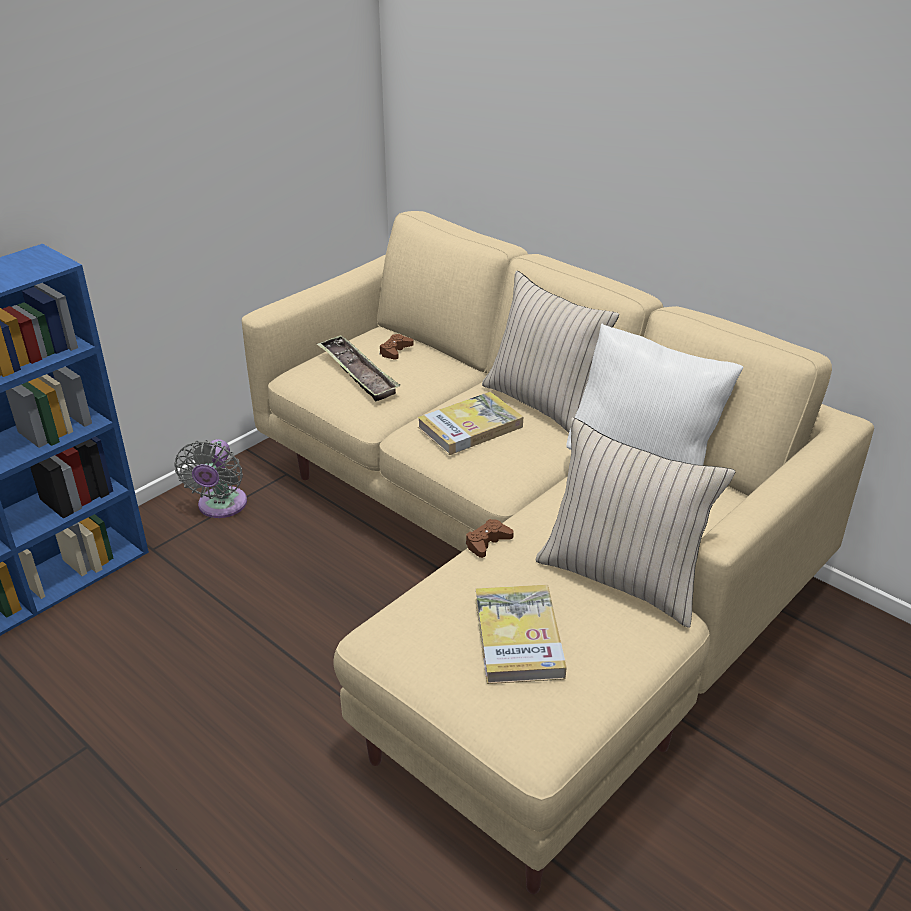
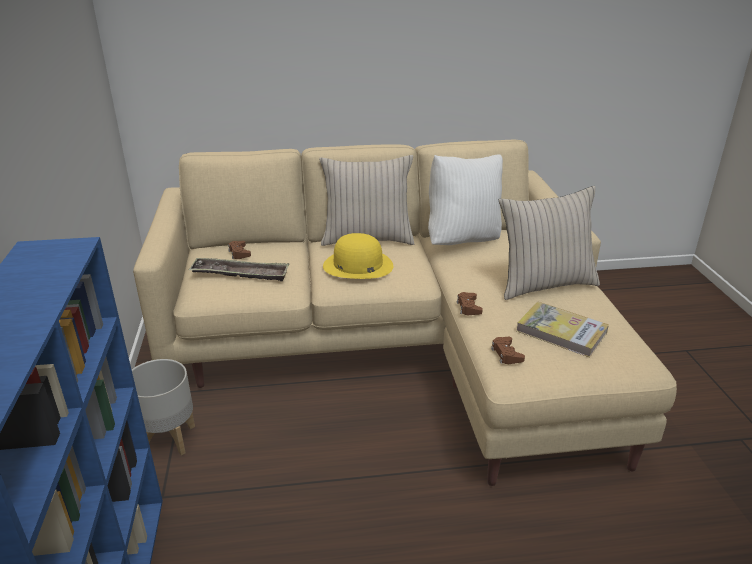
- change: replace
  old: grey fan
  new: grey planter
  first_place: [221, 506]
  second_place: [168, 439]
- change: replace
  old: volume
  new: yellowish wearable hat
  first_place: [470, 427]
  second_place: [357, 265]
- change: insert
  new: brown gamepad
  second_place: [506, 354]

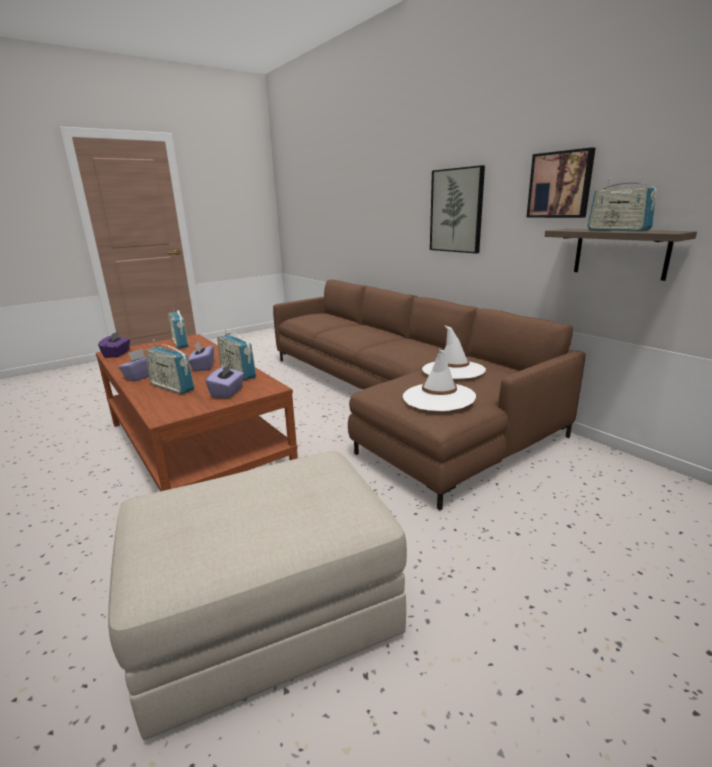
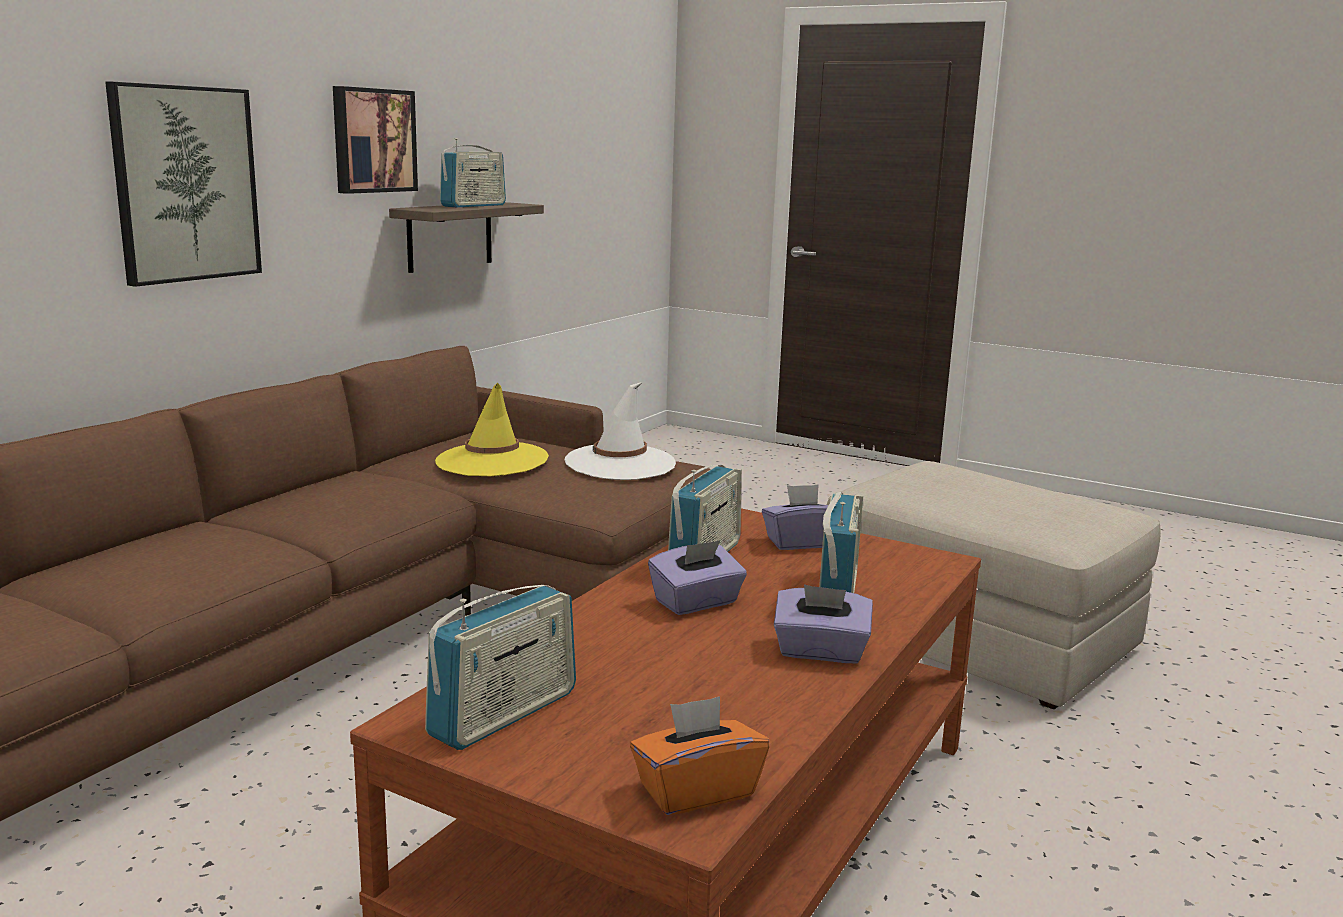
- change: recolor
  old: white wearable hat
  new: yellowish wearable hat
  first_place: [453, 370]
  second_place: [492, 460]
- change: recolor
  old: purple-coloured tissue holder
  new: orangey tissue holder
  first_place: [117, 354]
  second_place: [696, 791]

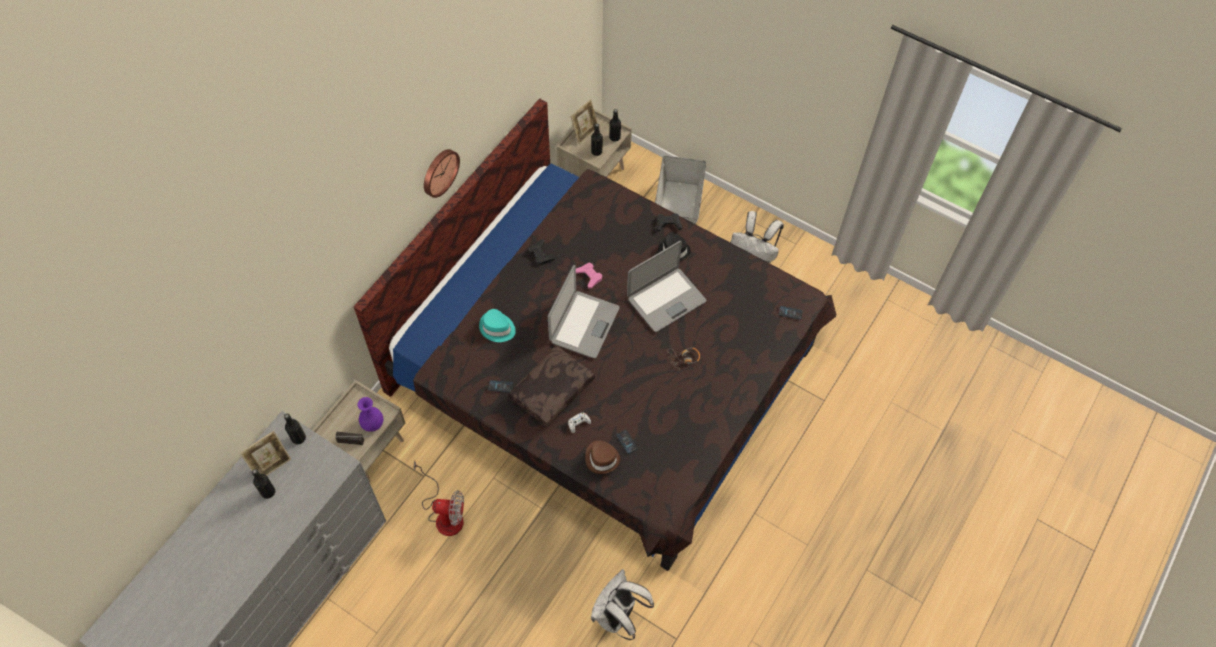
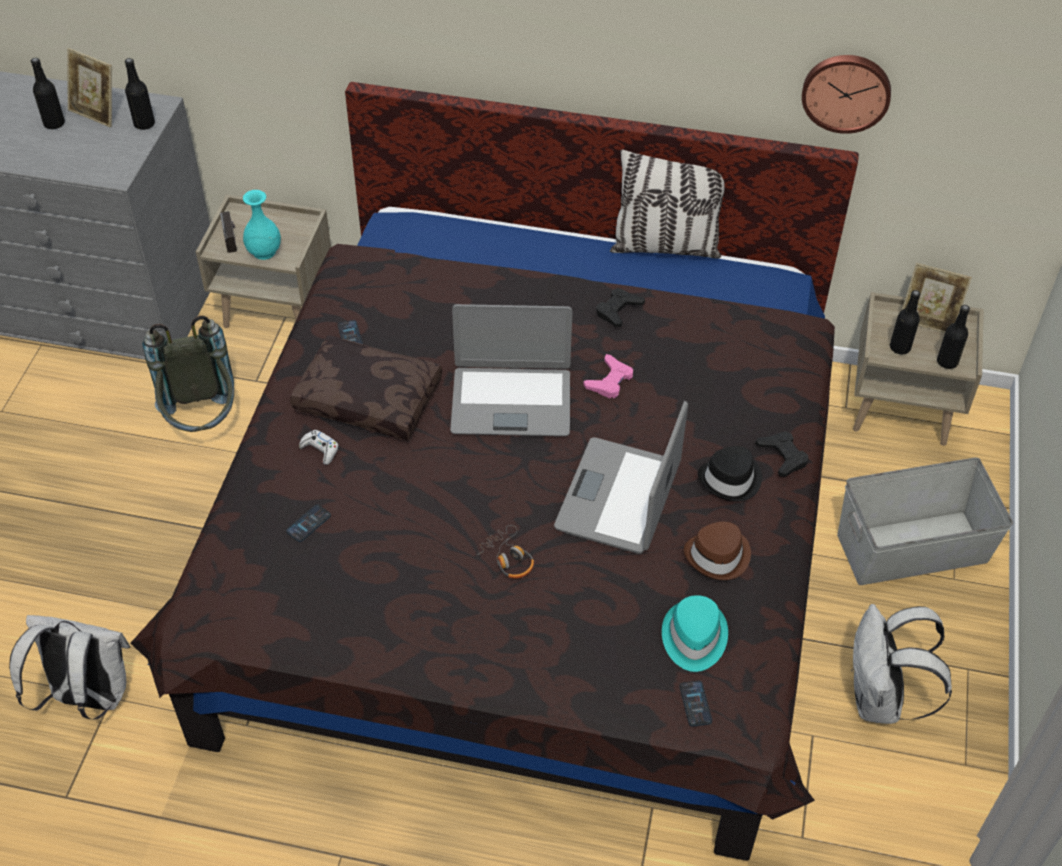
- change: replace
  old: fan
  new: grey backpack
  first_place: [444, 514]
  second_place: [203, 423]
- change: recolor
  old: purple-coloured flower vase
  new: turquoise-coloured flower vase
  first_place: [373, 424]
  second_place: [264, 252]
- change: rotate
  old: laptop
  first_place: [666, 299]
  second_place: [619, 497]
  degrees: 75
- change: insert
  new: cushion
  second_place: [665, 246]
- change: move
  old: turquoise-coloured wearable hat
  first_place: [497, 328]
  second_place: [693, 637]
- change: move
  old: brown wearable hat
  first_place: [602, 458]
  second_place: [718, 556]
- change: move
  old: wall clock
  first_place: [439, 172]
  second_place: [846, 91]

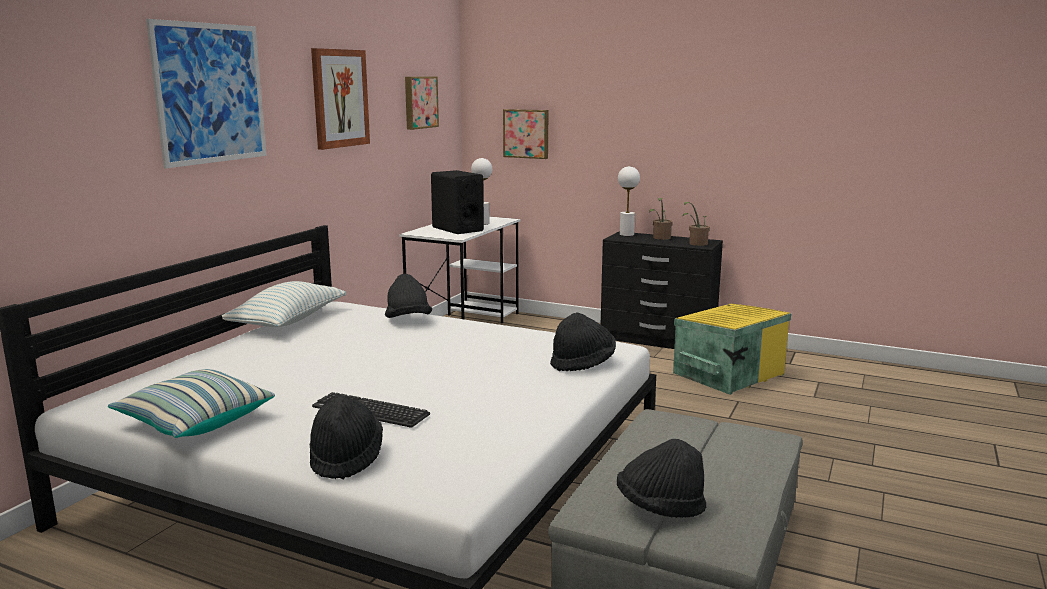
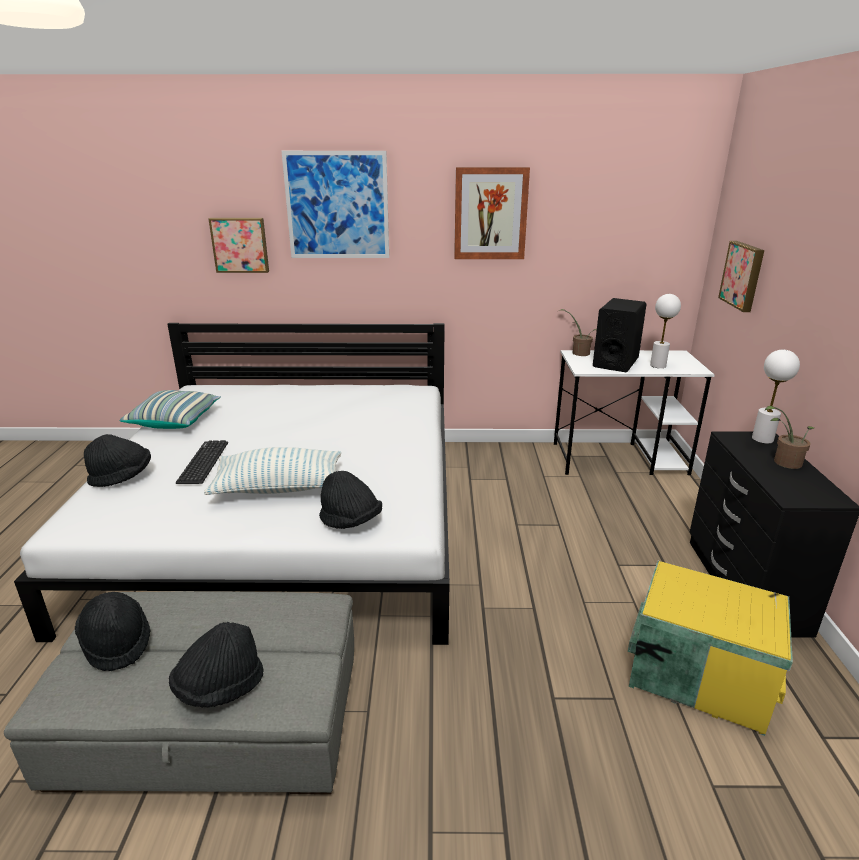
- change: move
  old: black wearable hat
  first_place: [408, 320]
  second_place: [220, 687]
- change: move
  old: cushion
  first_place: [288, 321]
  second_place: [279, 488]
- change: move
  old: wall picture
  first_place: [419, 102]
  second_place: [240, 245]
- change: move
  old: plant in a pot
  first_place: [696, 244]
  second_place: [578, 352]

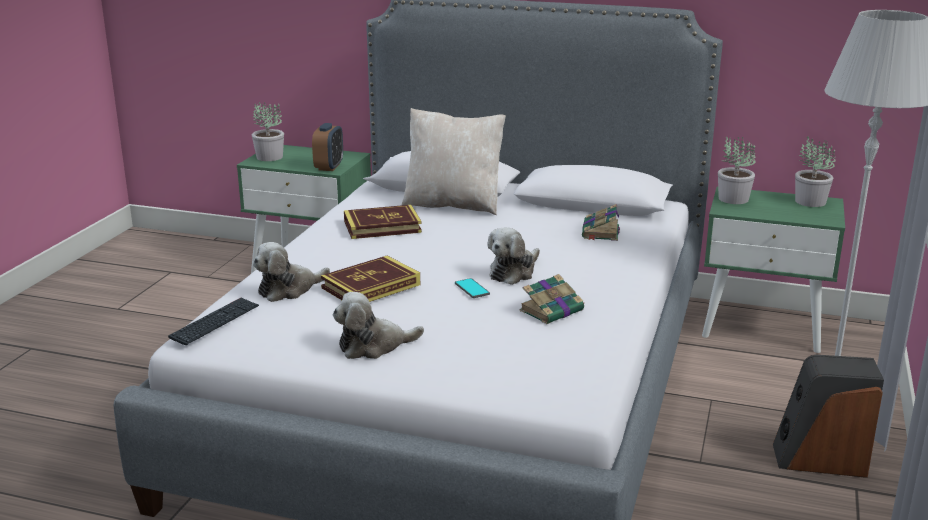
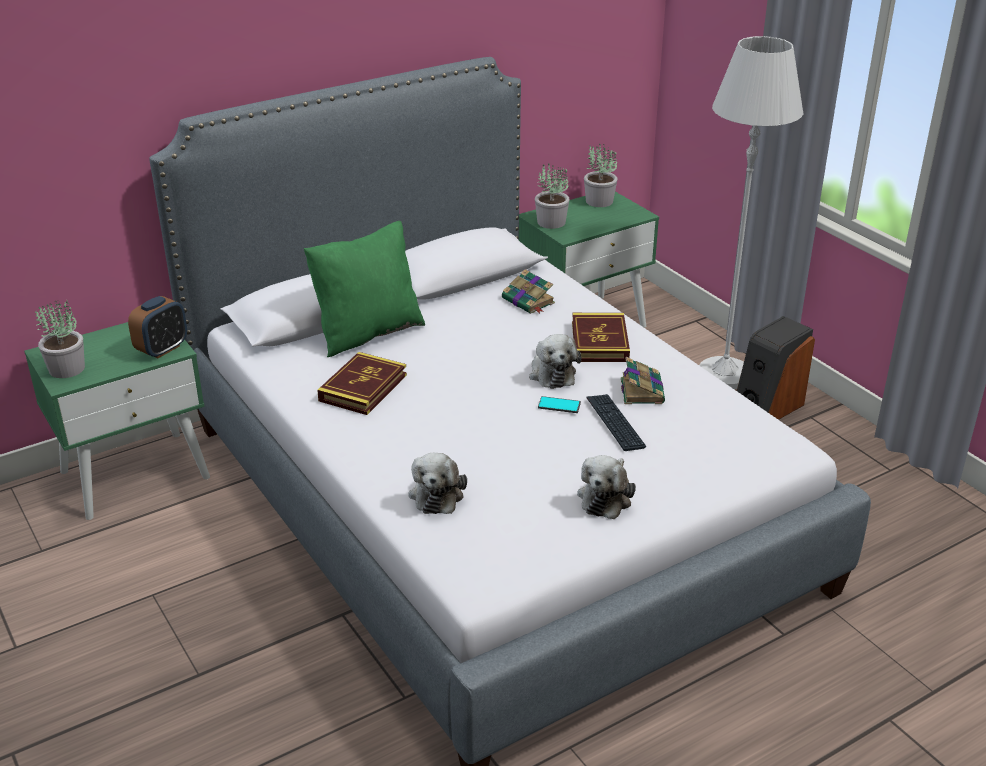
- change: rotate
  old: bedside clock
  first_place: [329, 167]
  second_place: [162, 349]
  degrees: 75
- change: recolor
  old: beige-coloured cushion
  new: greenish cushion
  first_place: [453, 205]
  second_place: [367, 333]
- change: move
  old: volume
  first_place: [371, 286]
  second_place: [599, 342]
- change: move
  old: computer keyboard
  first_place: [215, 322]
  second_place: [615, 423]

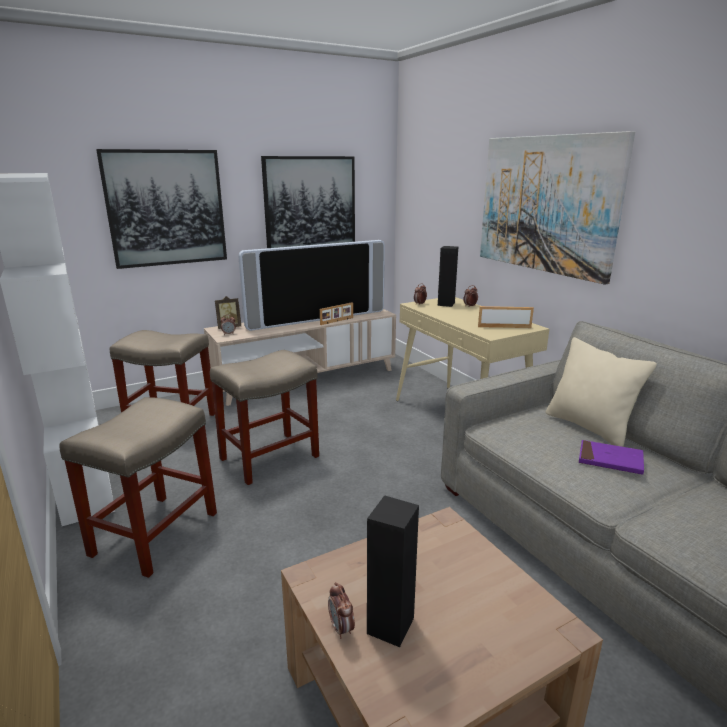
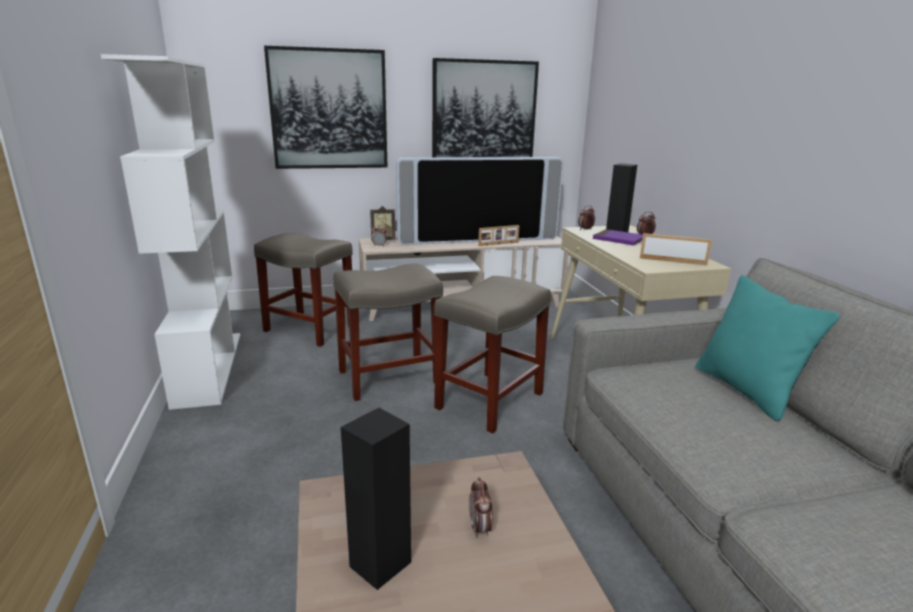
- change: move
  old: beige-coloured stool seat
  first_place: [154, 534]
  second_place: [489, 401]
- change: move
  old: bedside clock
  first_place: [341, 628]
  second_place: [480, 528]
- change: move
  old: purple-coloured volume
  first_place: [610, 460]
  second_place: [619, 240]
- change: recolor
  old: beige-coloured cushion
  new: turquoise-coloured cushion
  first_place: [589, 427]
  second_place: [746, 390]
- change: delete
  old: wall picture
  first_place: [546, 204]

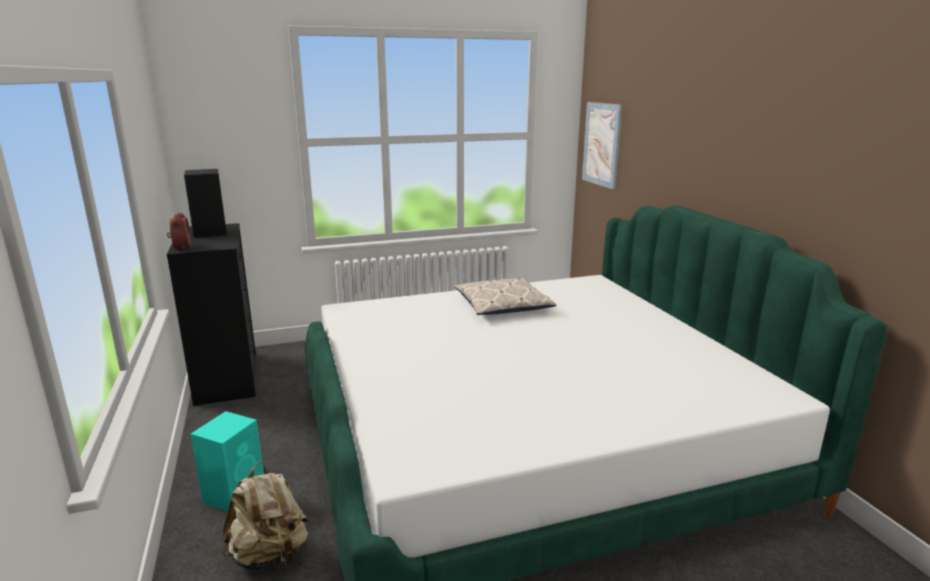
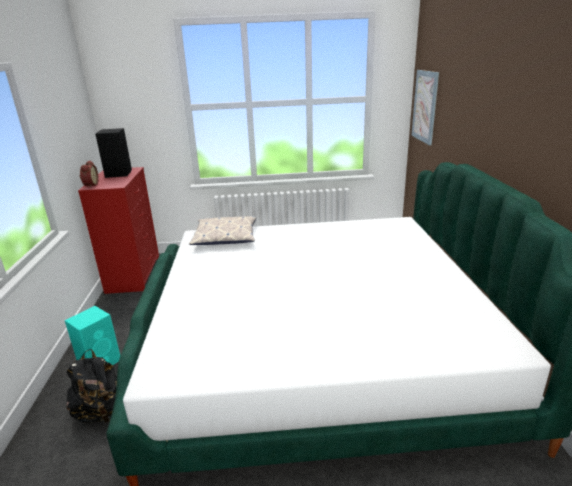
- change: recolor
  old: beige-coloured backpack
  new: black backpack
  first_place: [270, 555]
  second_place: [101, 412]
- change: recolor
  old: black drawer chest
  new: red-coloured drawer chest
  first_place: [227, 377]
  second_place: [134, 274]
- change: move
  old: cushion
  first_place: [503, 305]
  second_place: [225, 237]

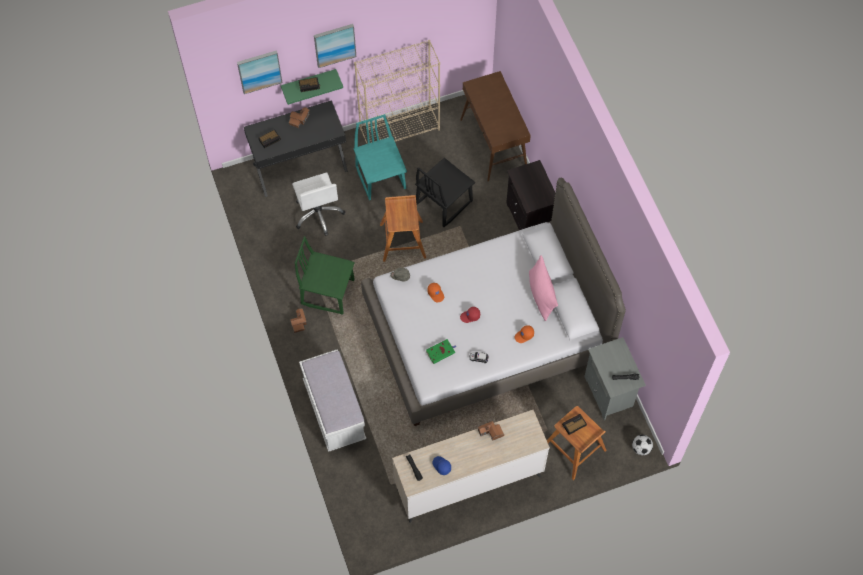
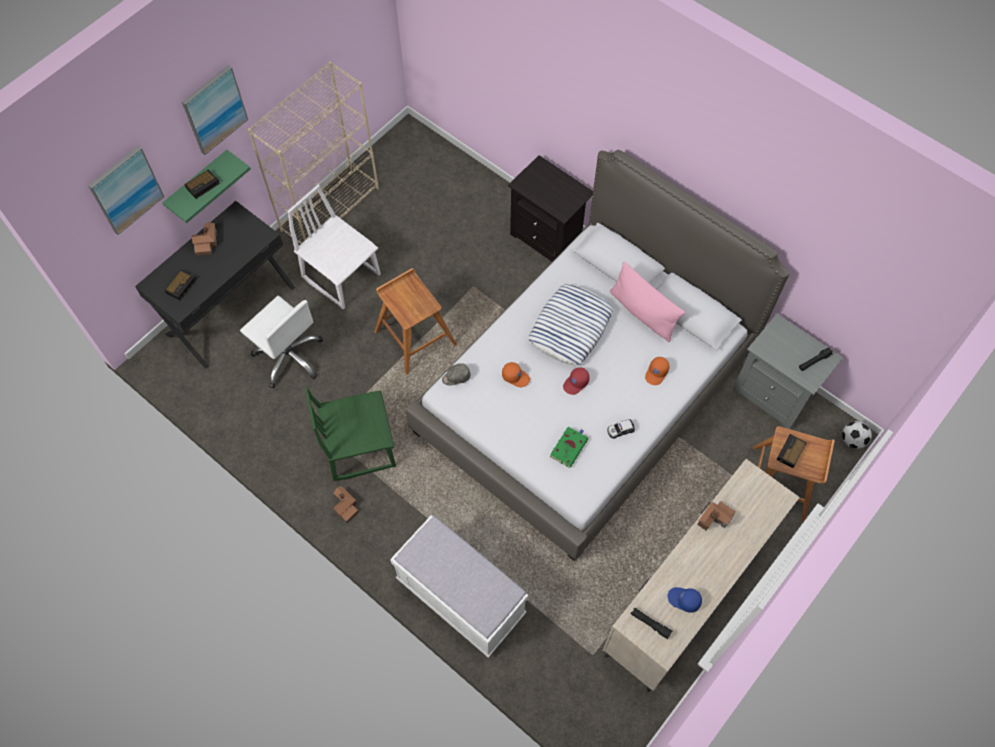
- change: recolor
  old: turquoise-coloured plain chair
  new: white plain chair
  first_place: [381, 177]
  second_place: [342, 275]
- change: insert
  new: cushion
  second_place: [570, 327]
- change: delete
  old: black plain chair
  first_place: [443, 202]
- change: delete
  old: brown narrow table
  first_place: [494, 144]

